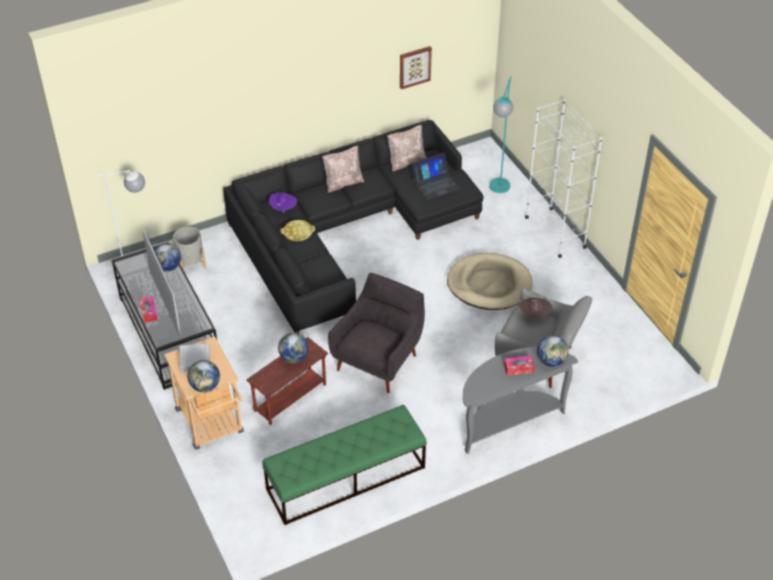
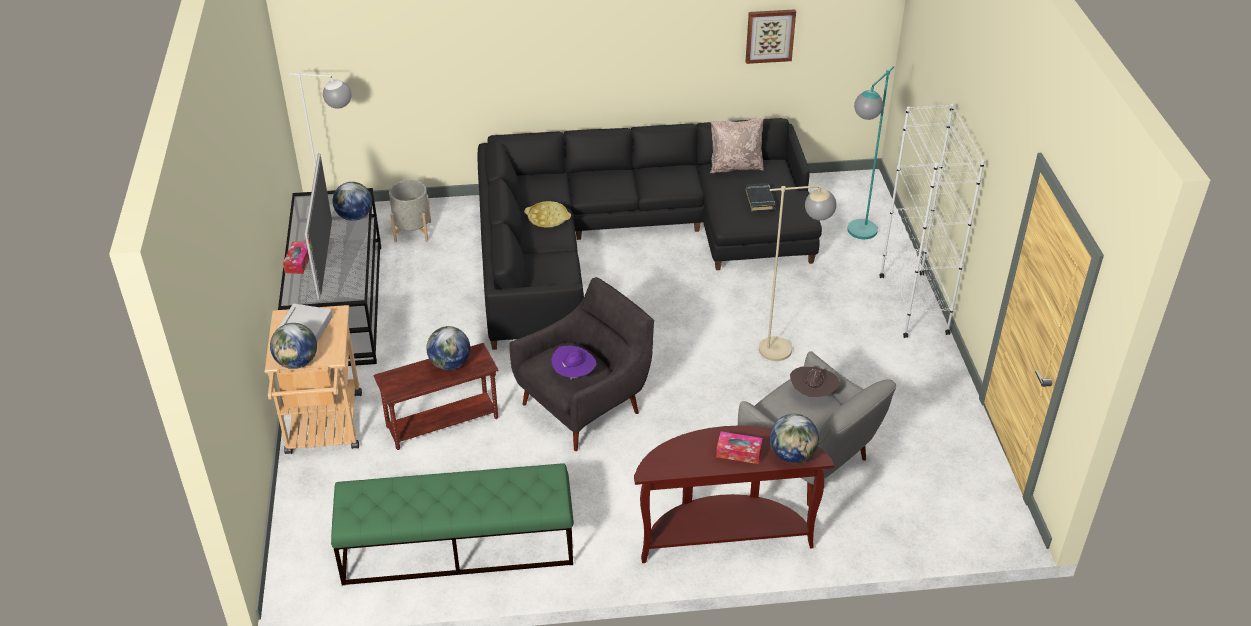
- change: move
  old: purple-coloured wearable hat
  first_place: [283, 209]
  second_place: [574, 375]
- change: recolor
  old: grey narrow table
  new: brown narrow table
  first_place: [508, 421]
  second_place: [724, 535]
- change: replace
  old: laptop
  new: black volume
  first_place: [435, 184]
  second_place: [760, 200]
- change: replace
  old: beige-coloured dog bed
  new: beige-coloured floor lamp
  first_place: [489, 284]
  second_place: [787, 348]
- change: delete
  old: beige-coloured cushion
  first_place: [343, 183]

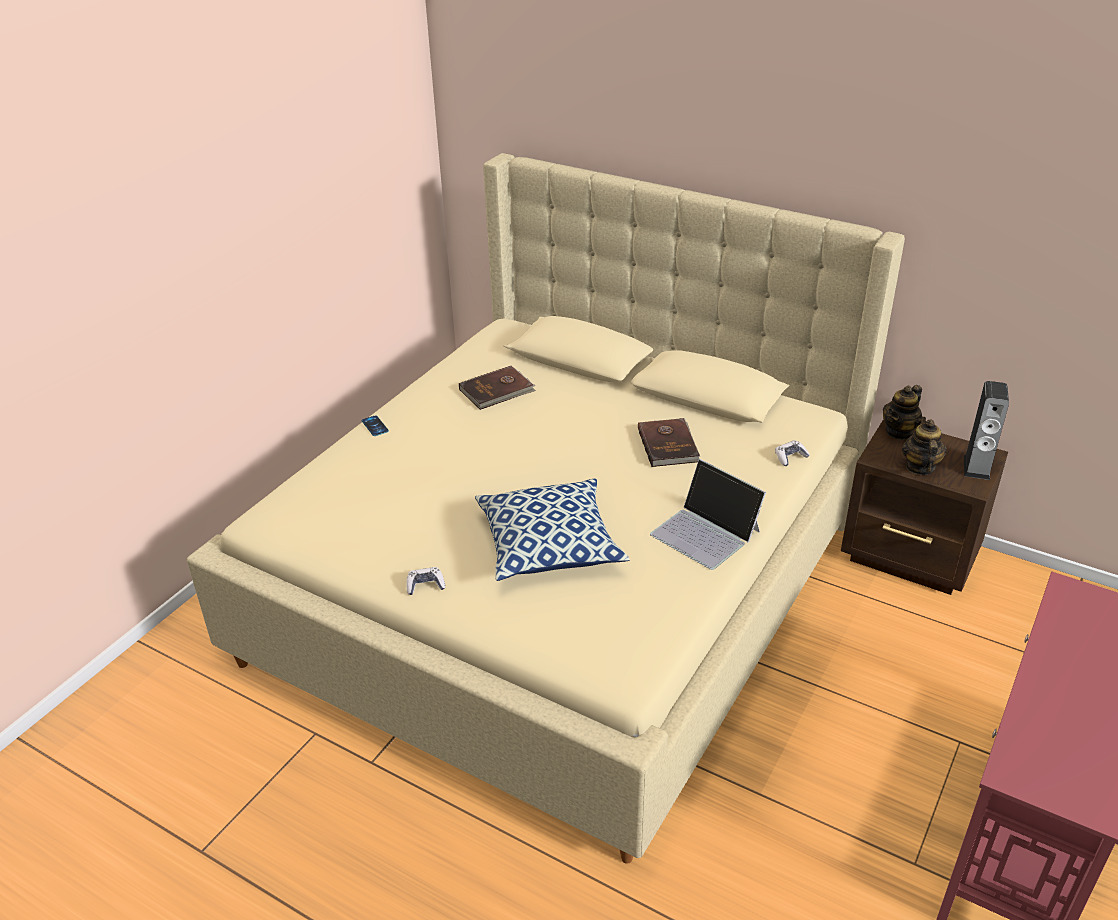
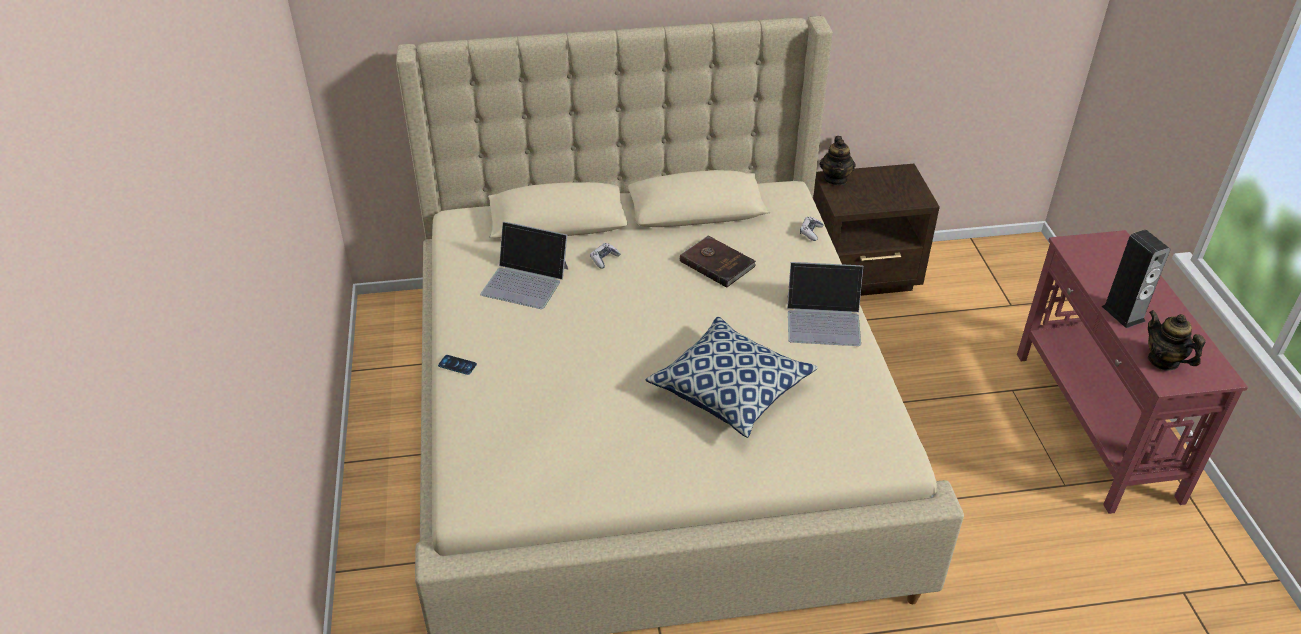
- change: replace
  old: brown volume
  new: laptop
  first_place: [497, 391]
  second_place: [526, 281]
- change: move
  old: gamepad
  first_place: [425, 585]
  second_place: [604, 259]
- change: move
  old: audio speaker
  first_place: [976, 467]
  second_place: [1123, 313]
- change: move
  old: teapot
  first_place: [920, 467]
  second_place: [1163, 360]

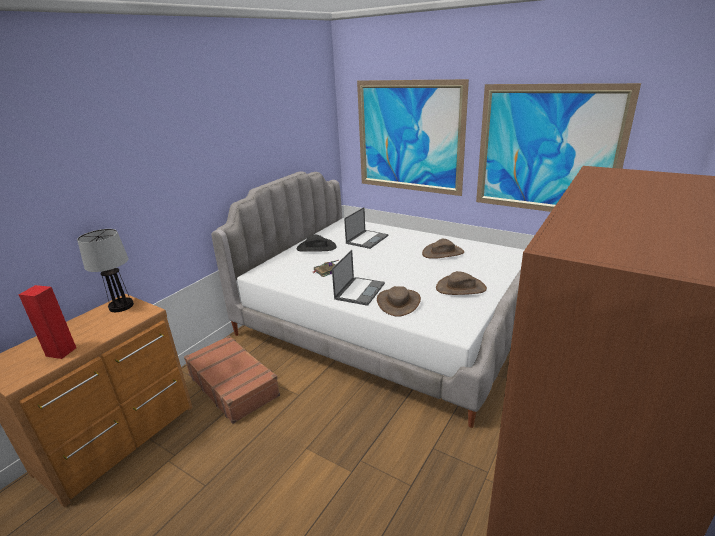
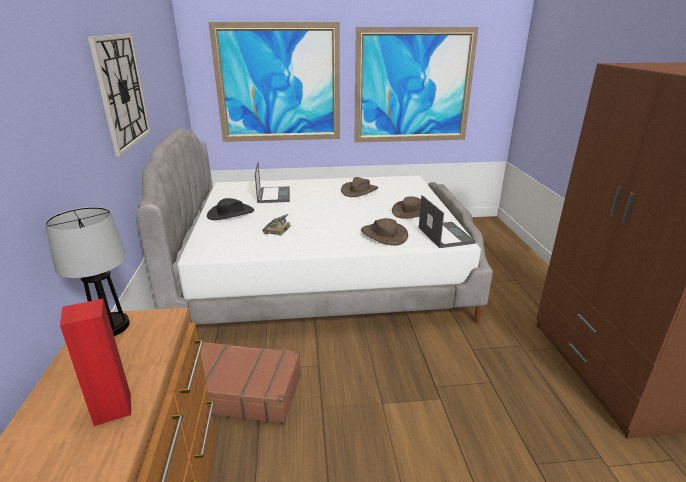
- change: insert
  new: wall clock
  second_place: [121, 91]
- change: move
  old: laptop
  first_place: [360, 291]
  second_place: [445, 235]

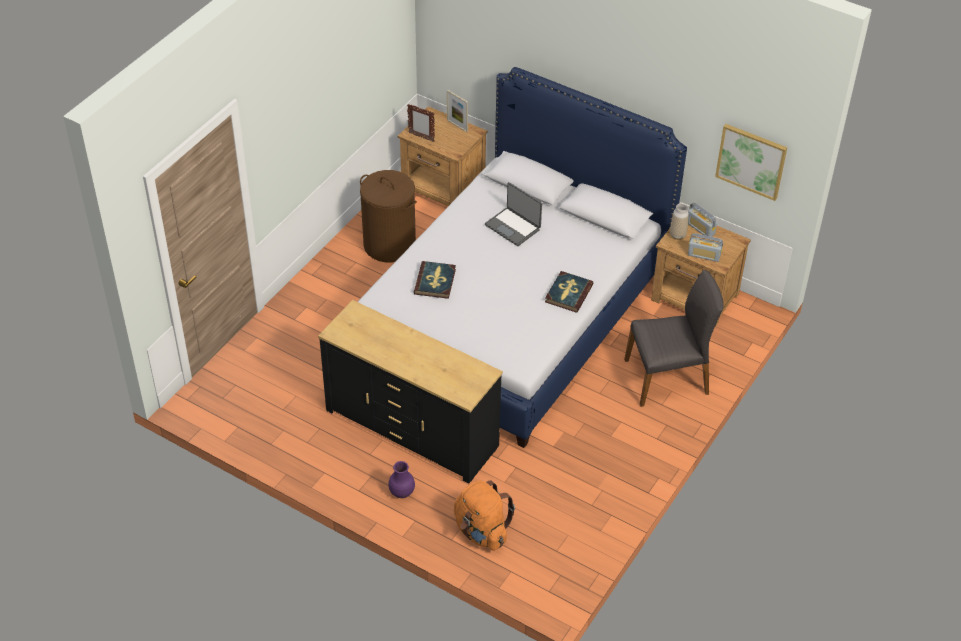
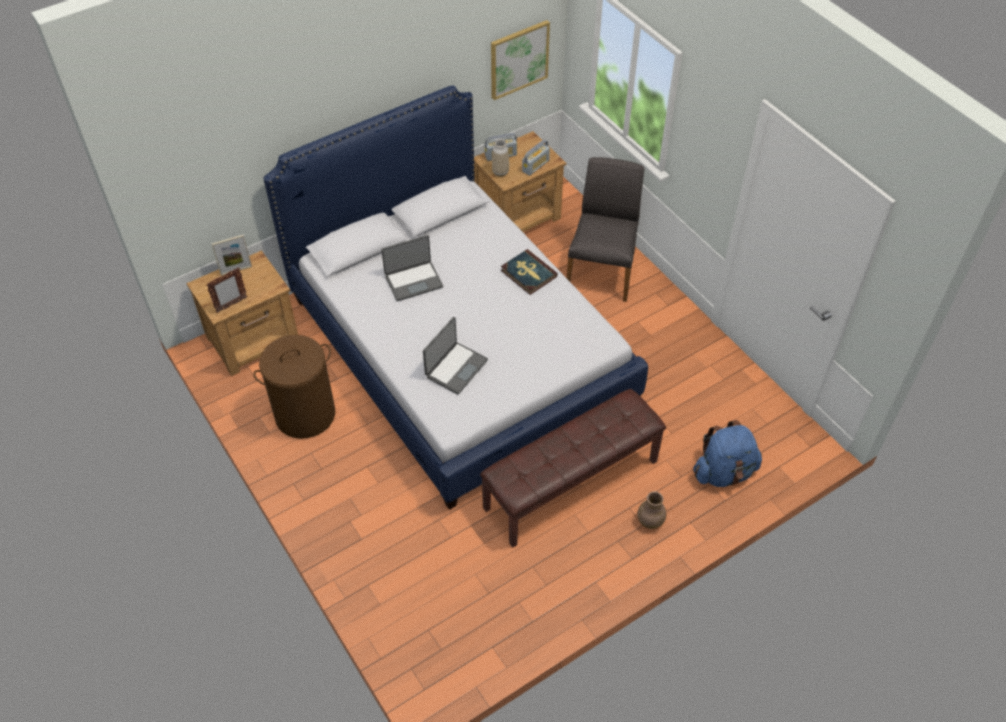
- change: replace
  old: volume
  new: laptop
  first_place: [435, 281]
  second_place: [455, 368]
- change: replace
  old: black drawer chest
  new: brown bench
  first_place: [412, 428]
  second_place: [570, 483]
- change: recolor
  old: purple-coloured flower vase
  new: brown flower vase
  first_place: [401, 492]
  second_place: [649, 521]
- change: recolor
  old: orangey backpack
  new: blue-coloured backpack
  first_place: [481, 531]
  second_place: [724, 472]

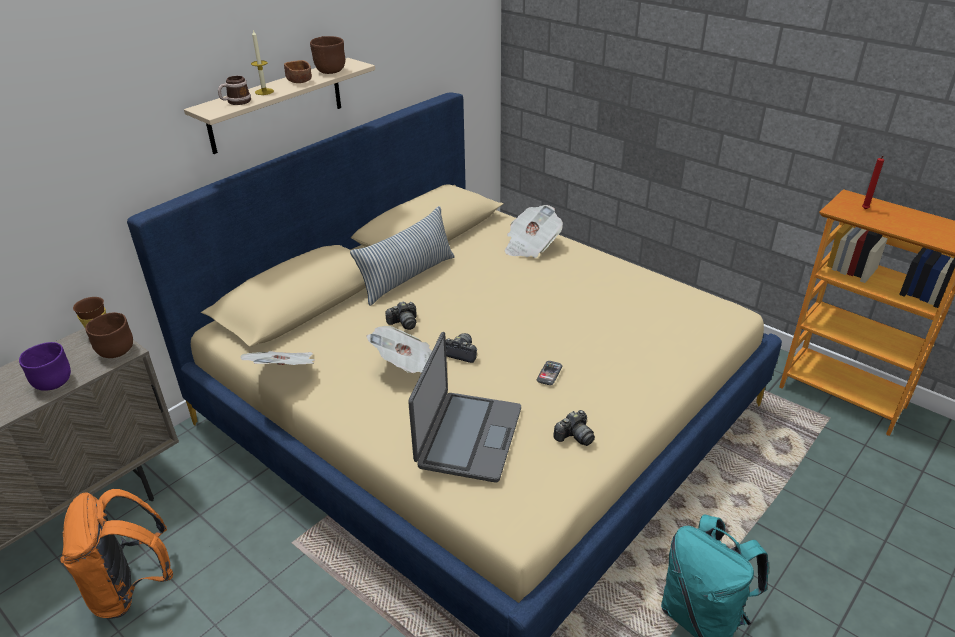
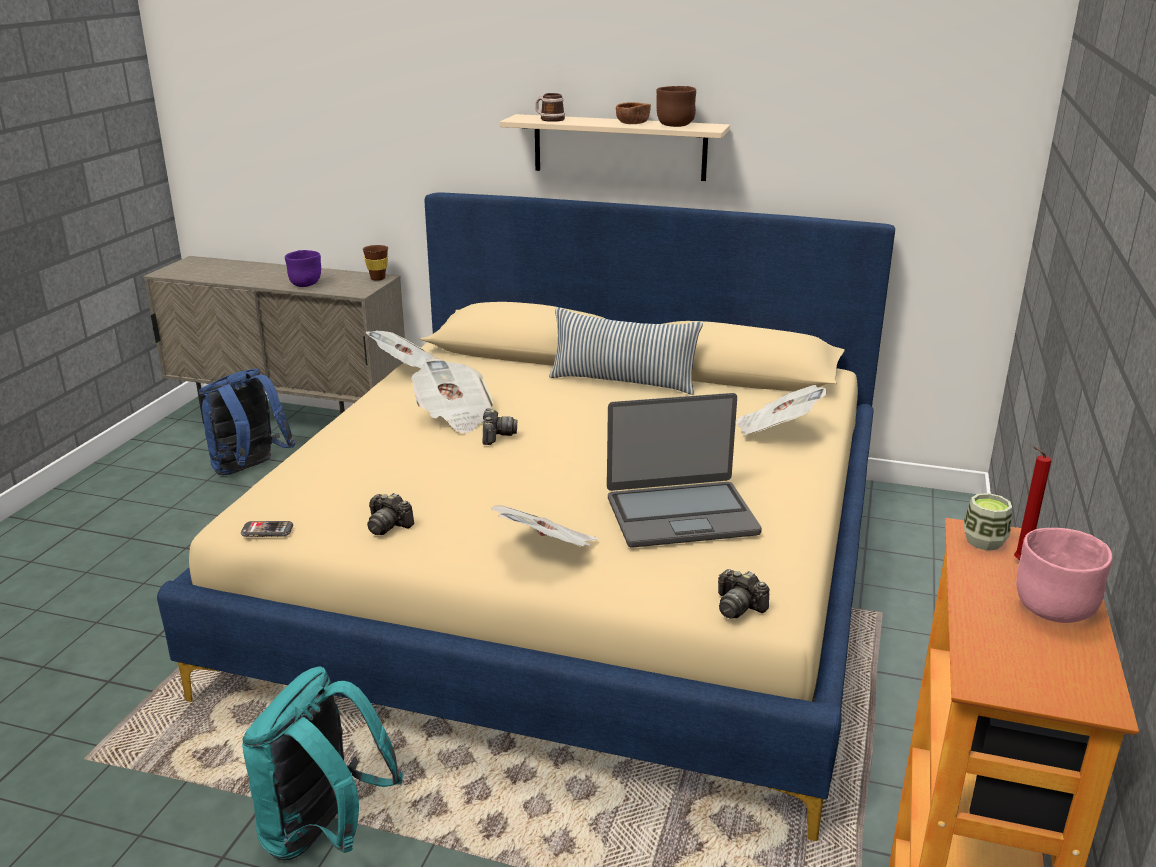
- change: recolor
  old: orangey backpack
  new: blue-coloured backpack
  first_place: [130, 588]
  second_place: [249, 469]
- change: move
  old: handset
  first_place: [549, 374]
  second_place: [267, 530]
- change: insert
  new: printed paper
  second_place: [548, 551]
- change: move
  old: laptop
  first_place: [468, 437]
  second_place: [681, 515]
- change: move
  old: photo camera
  first_place: [404, 323]
  second_place: [738, 607]
- change: insert
  new: small cup
  second_place: [983, 541]
- change: insert
  new: pink-coloured serving bowl
  second_place: [1053, 609]
- change: delete
  old: brown serving bowl
  first_place: [116, 351]
- change: delete
  old: wax light
  first_place: [264, 91]

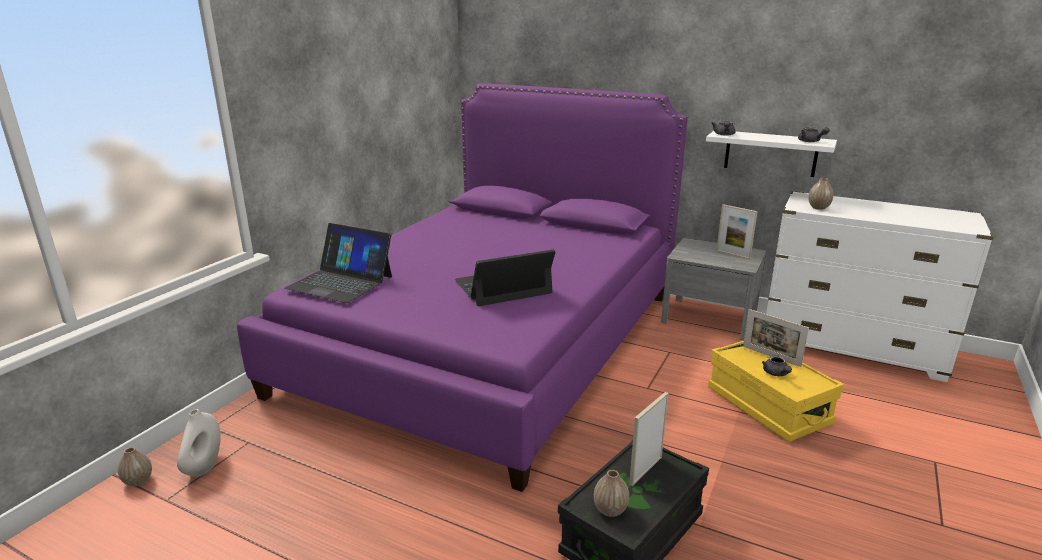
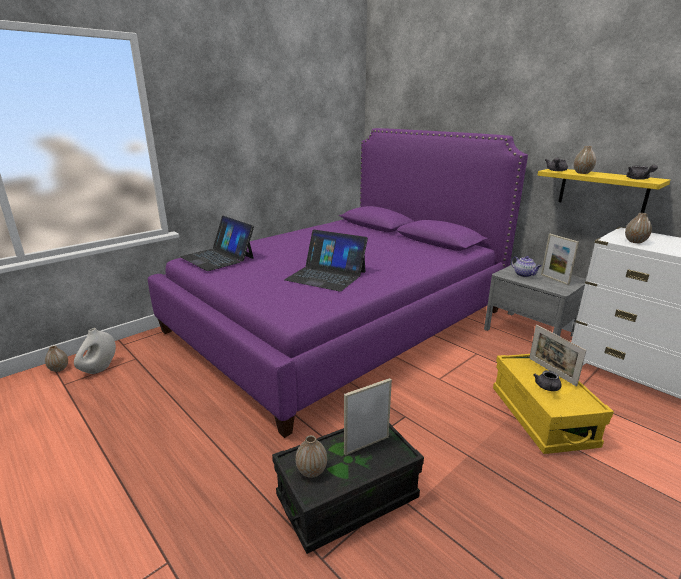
- change: rotate
  old: laptop
  first_place: [503, 287]
  second_place: [326, 276]
  degrees: -150
- change: insert
  new: teapot
  second_place: [524, 275]
- change: recolor
  old: white bracket shelf
  new: yellowish bracket shelf
  first_place: [770, 153]
  second_place: [602, 190]
- change: insert
  new: flower vase
  second_place: [582, 173]

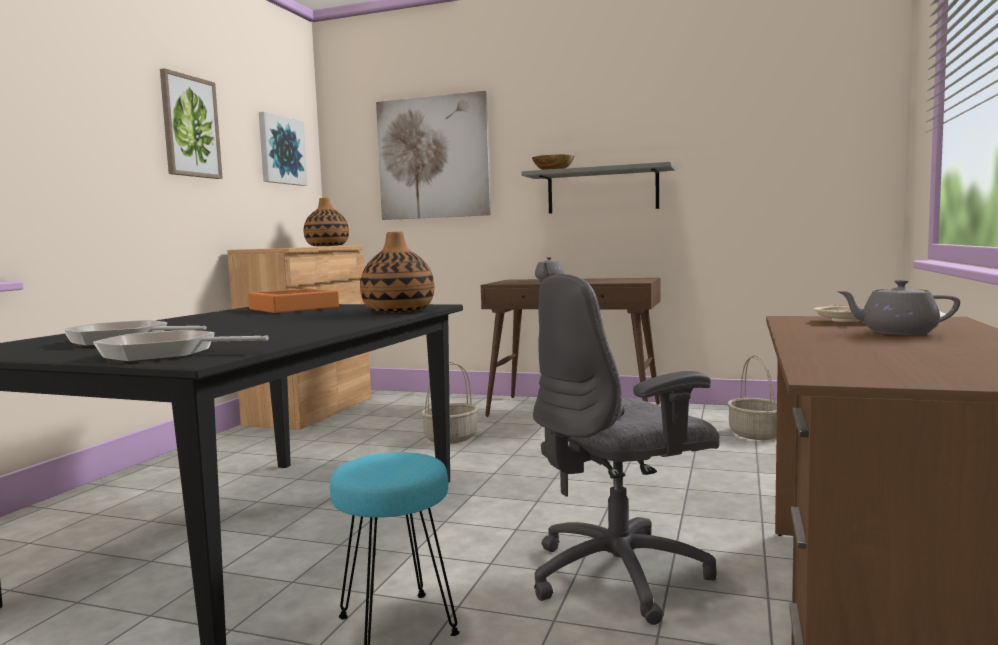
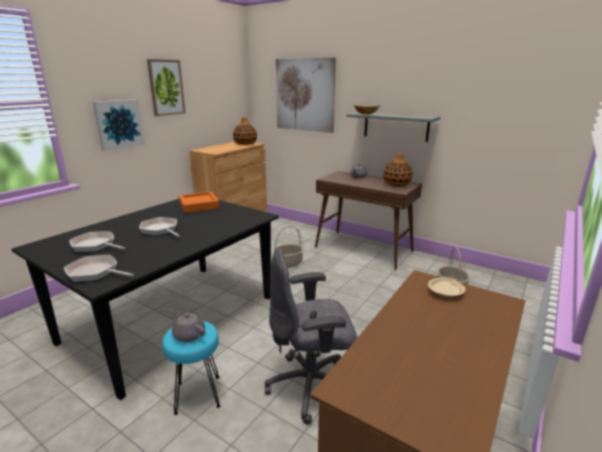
- change: move
  old: wall picture
  first_place: [281, 150]
  second_place: [119, 124]
- change: insert
  new: frying pan
  second_place: [160, 230]
- change: move
  old: grey teapot
  first_place: [896, 332]
  second_place: [188, 334]
- change: move
  old: flower vase
  first_place: [399, 311]
  second_place: [397, 184]

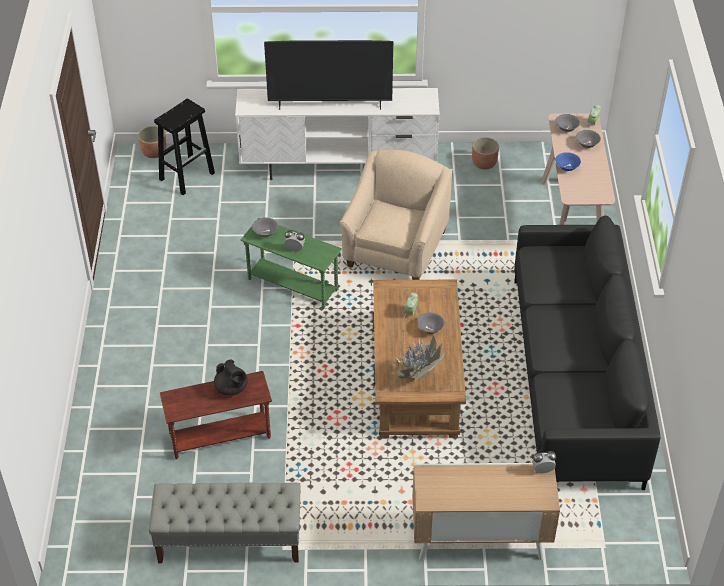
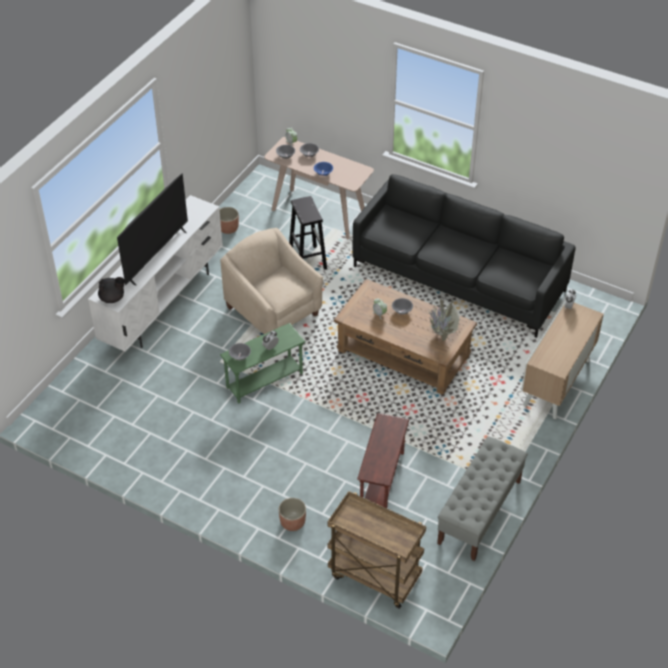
- change: move
  old: black teapot
  first_place: [232, 388]
  second_place: [112, 298]
- change: move
  old: planter
  first_place: [154, 152]
  second_place: [293, 522]
- change: move
  old: black stool seat
  first_place: [187, 176]
  second_place: [307, 260]
- change: insert
  new: brown trolley
  second_place: [373, 576]

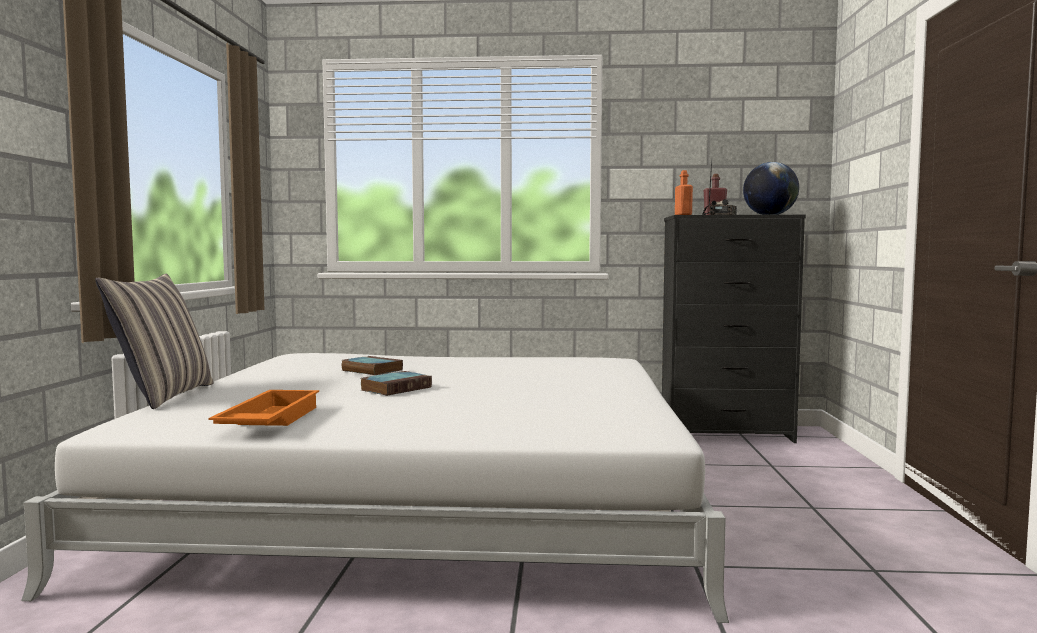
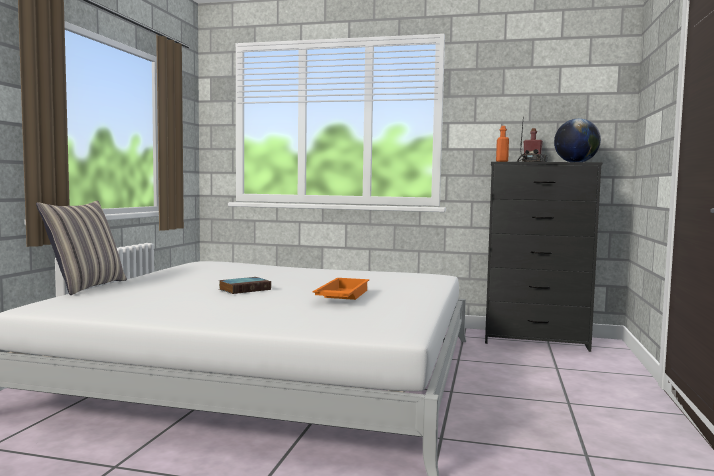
- change: move
  old: orangey serving tray
  first_place: [268, 420]
  second_place: [341, 296]
- change: delete
  old: volume
  first_place: [370, 370]

